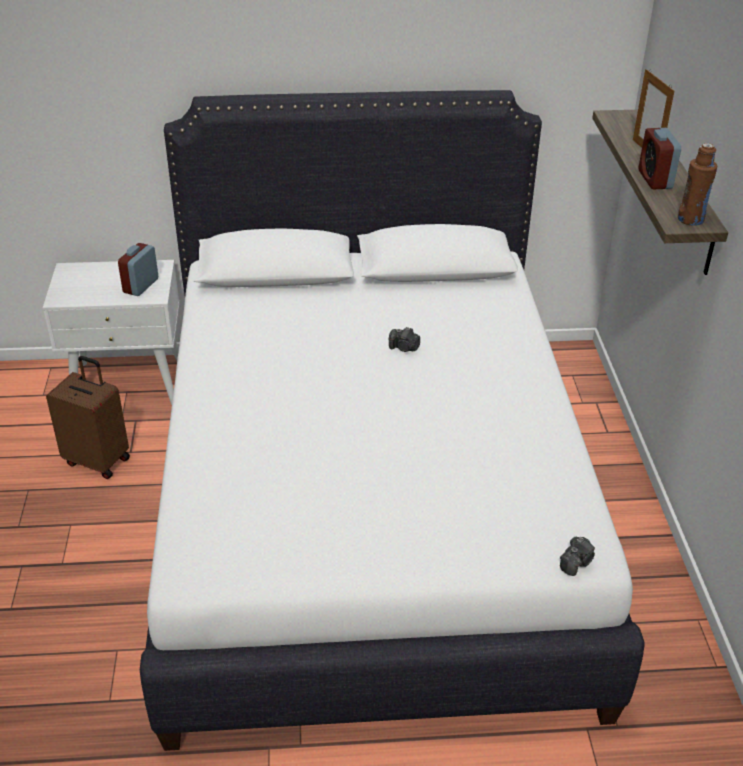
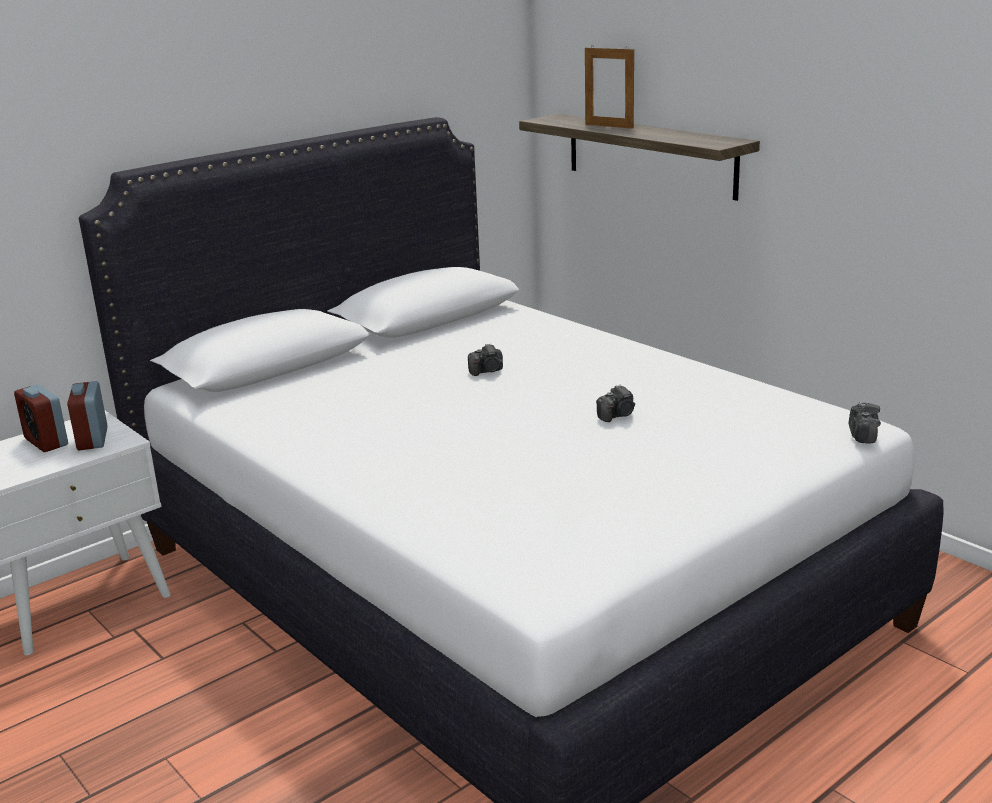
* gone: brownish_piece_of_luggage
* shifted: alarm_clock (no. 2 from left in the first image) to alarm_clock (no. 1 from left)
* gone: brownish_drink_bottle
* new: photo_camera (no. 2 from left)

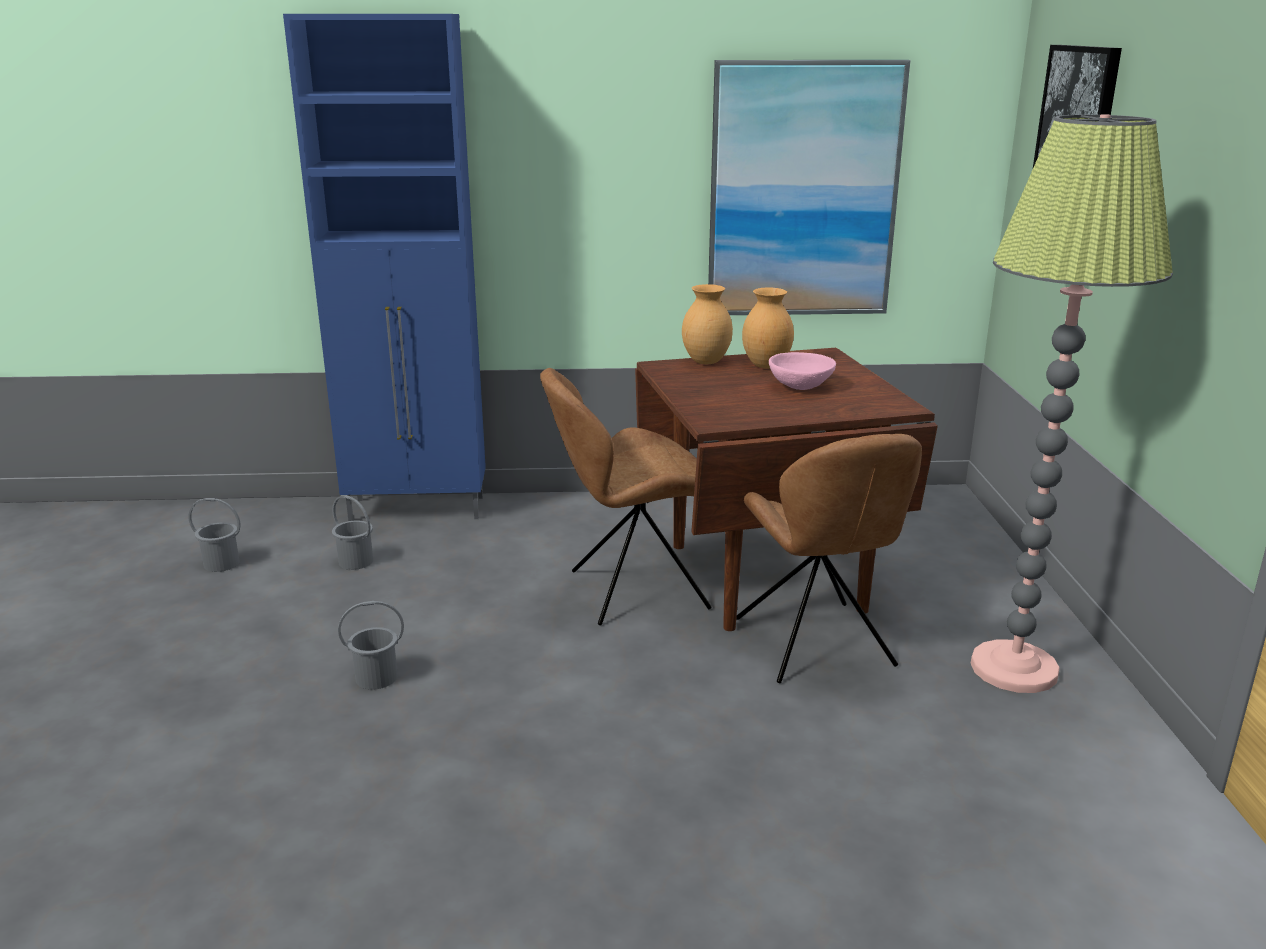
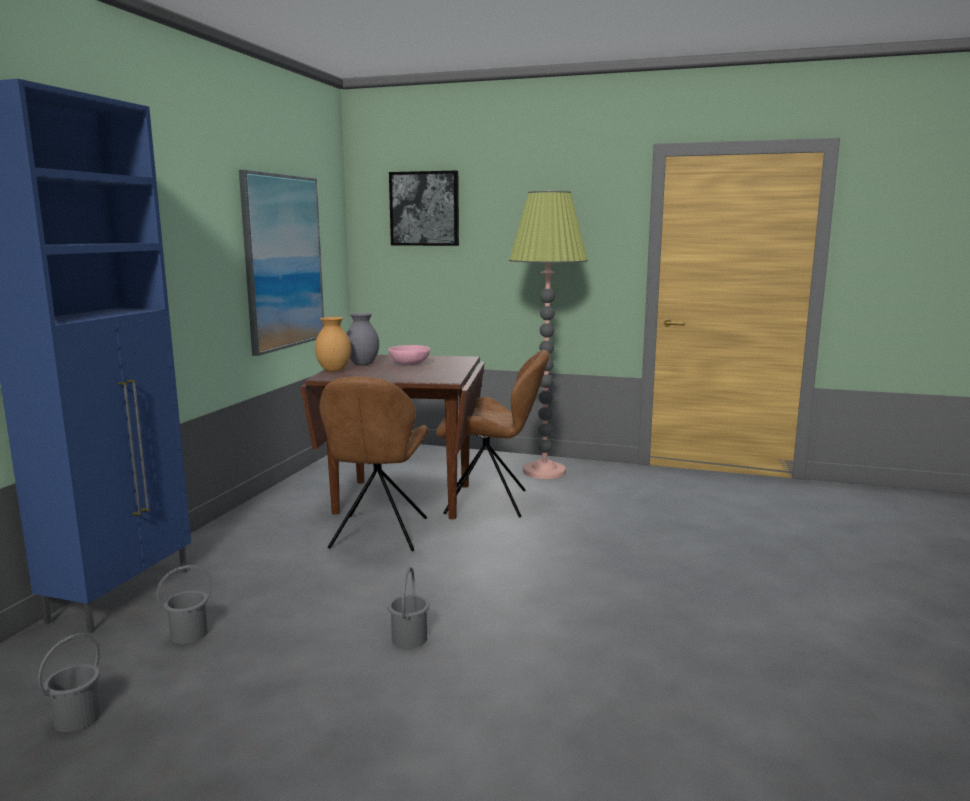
* repainted: brownish_flower_vase (no. 2 from left) to greyish_flower_vase

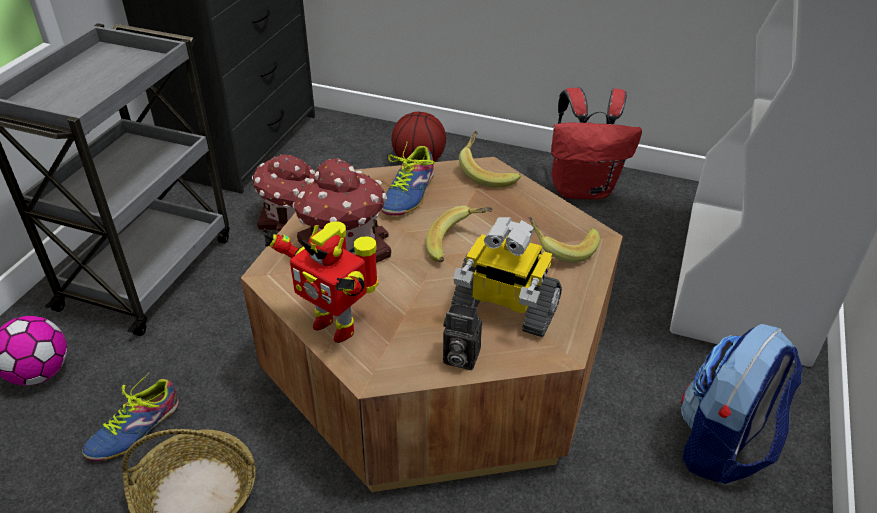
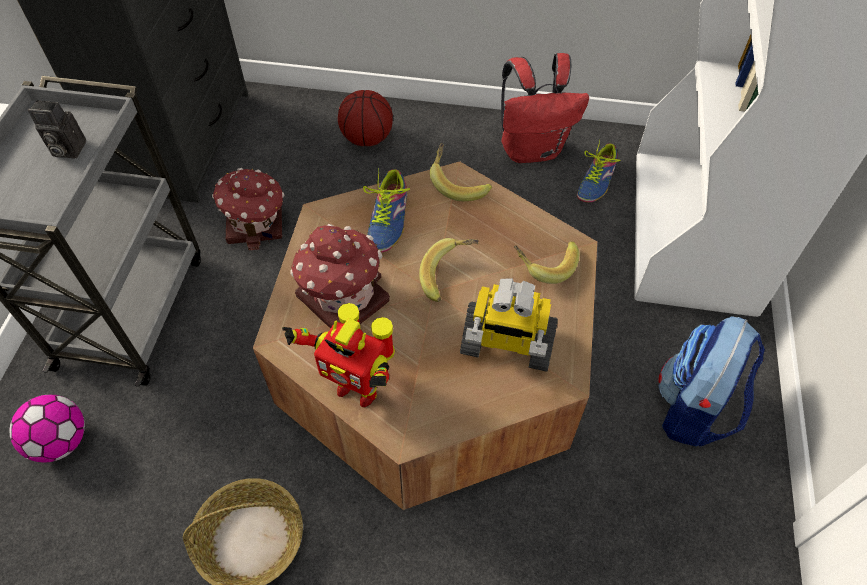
* shifted: low_shoe (no. 1 from left in the first image) to low_shoe (no. 2 from left)
* shifted: photo_camera

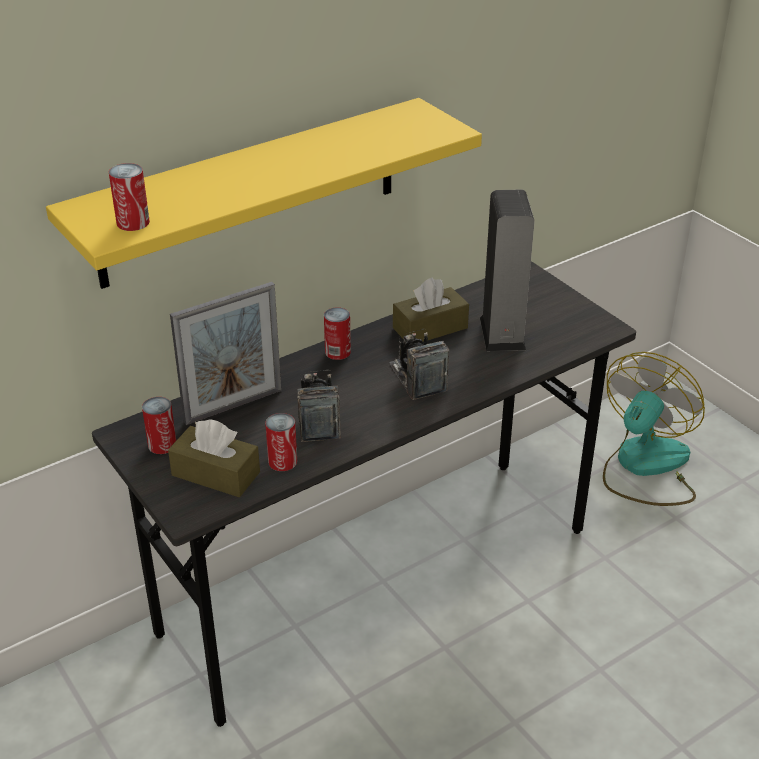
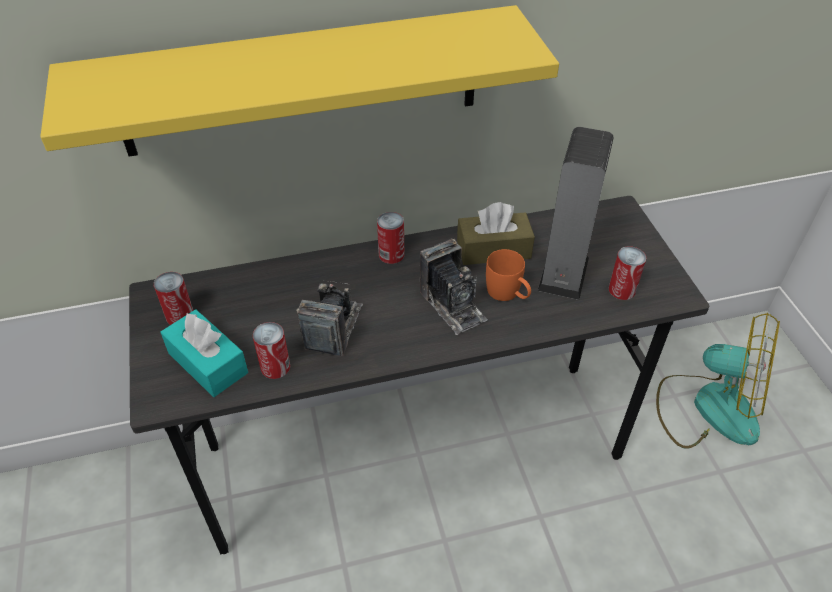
* shifted: can (no. 1 from left in the first image) to can (no. 4 from left)
* repainted: brownish_tissue_holder (no. 1 from left) to turquoise-coloured_tissue_holder
* gone: photo_frame
* rotated: photo_camera (no. 2 from left) 150 degrees clockwise
* rotated: electric_fan 60 degrees clockwise
* new: orange_tea_mug

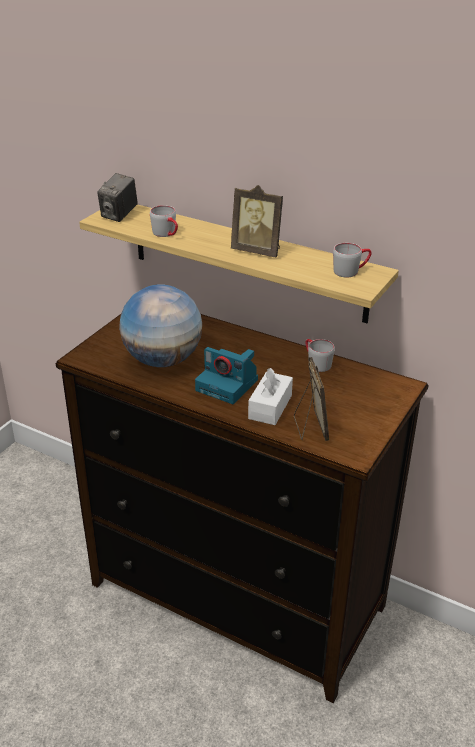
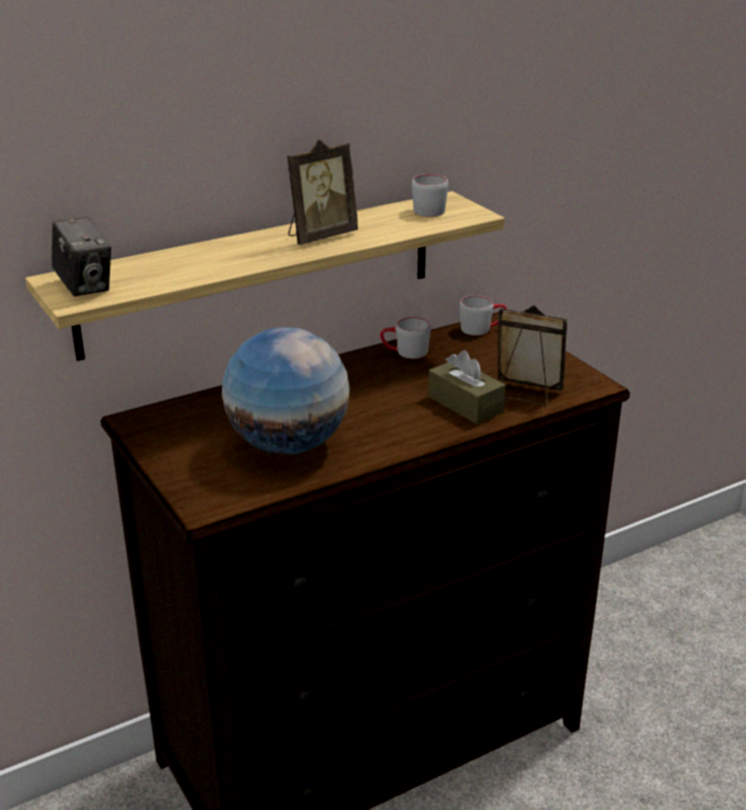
* shifted: greyish_tea_mug (no. 1 from left in the first image) to greyish_tea_mug (no. 3 from left)
* gone: photo_camera (no. 2 from left)
* repainted: white-coloured_tissue_holder to brownish_tissue_holder

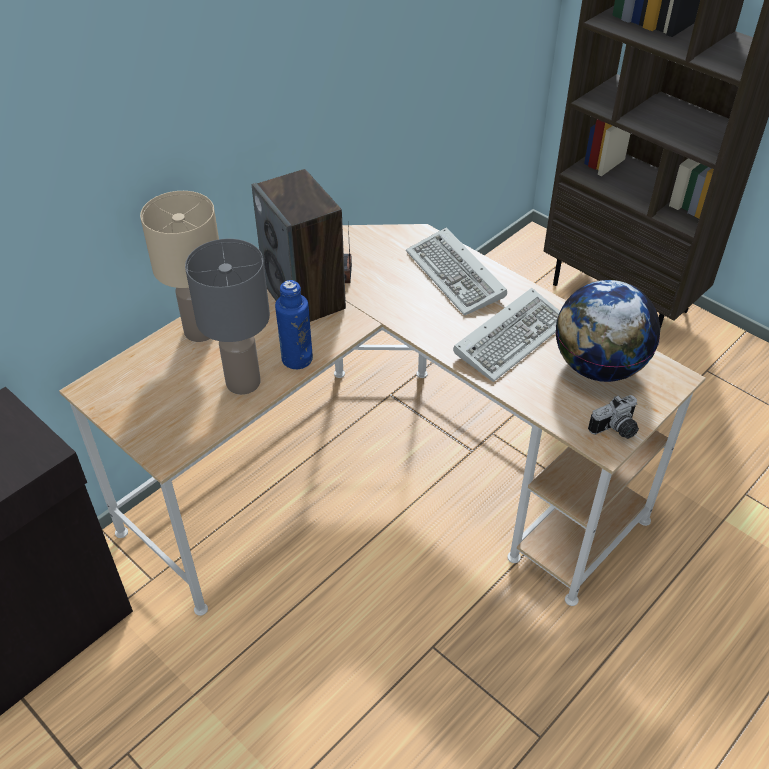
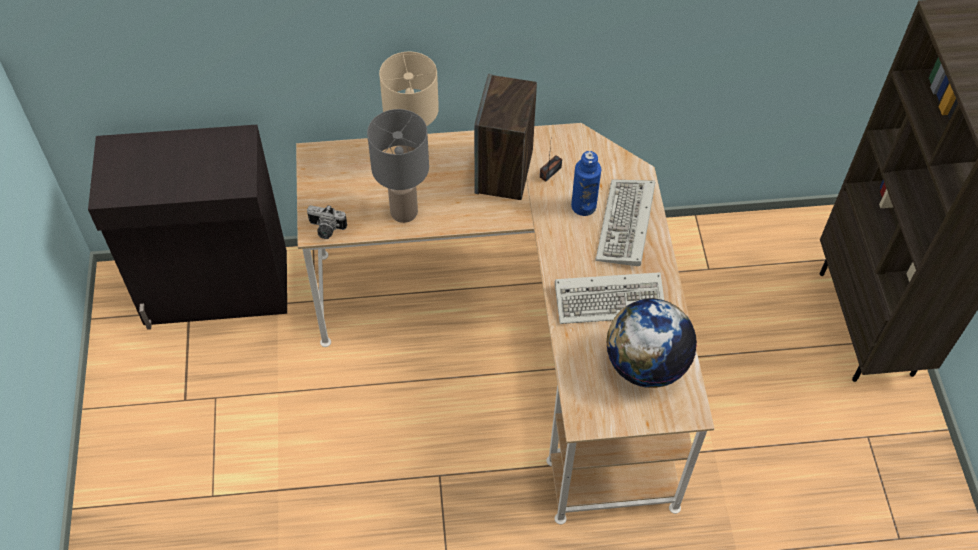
* shifted: bluish_drink_bottle
* shifted: photo_camera

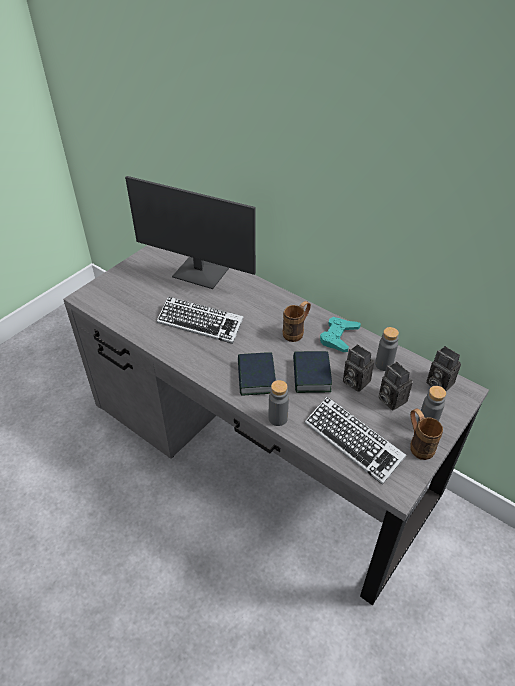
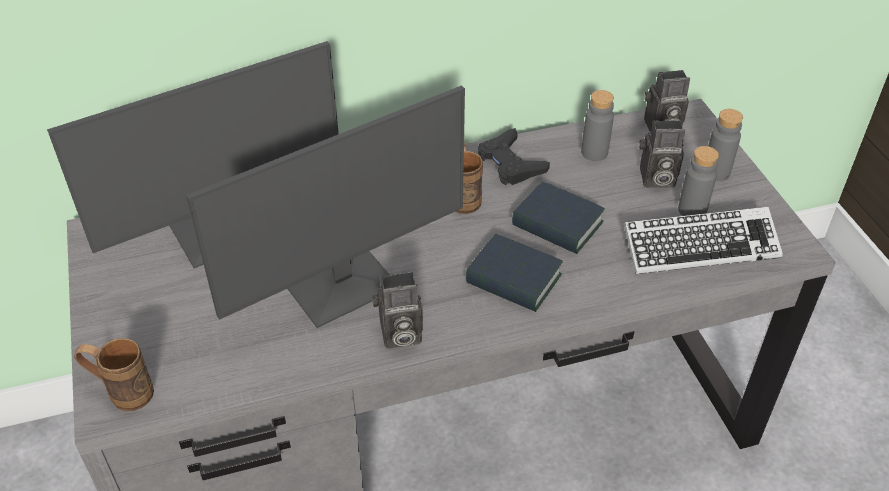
* swapped: keyboard (no. 1 from left) to computer_display (no. 2 from left)
* shifted: greyish_drink_bottle (no. 1 from left in the first image) to greyish_drink_bottle (no. 2 from left)
* repainted: turquoise-coloured_gamepad to black_gamepad
* shifted: photo_camera (no. 1 from left)
* shifted: brownish_tea_mug (no. 2 from left in the first image) to brownish_tea_mug (no. 1 from left)

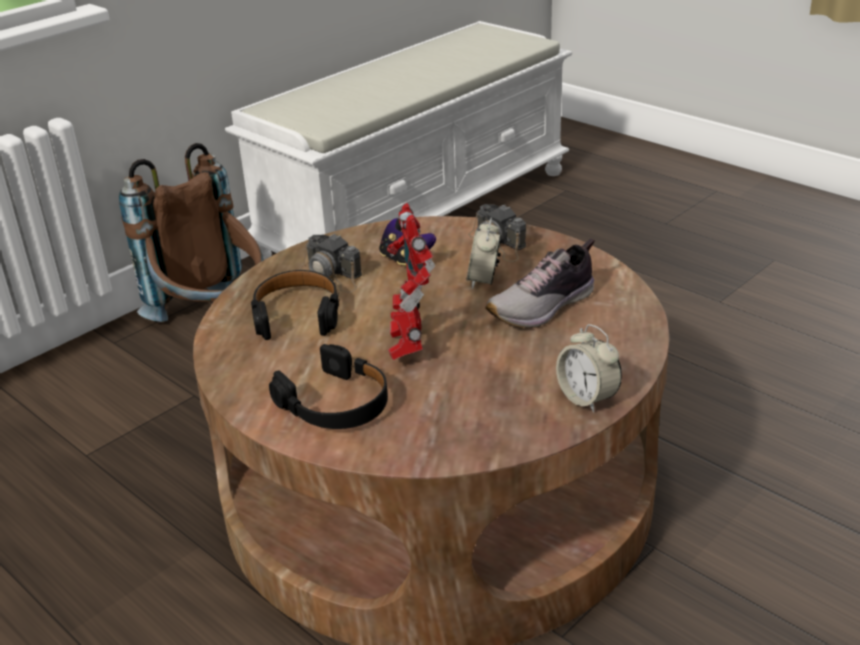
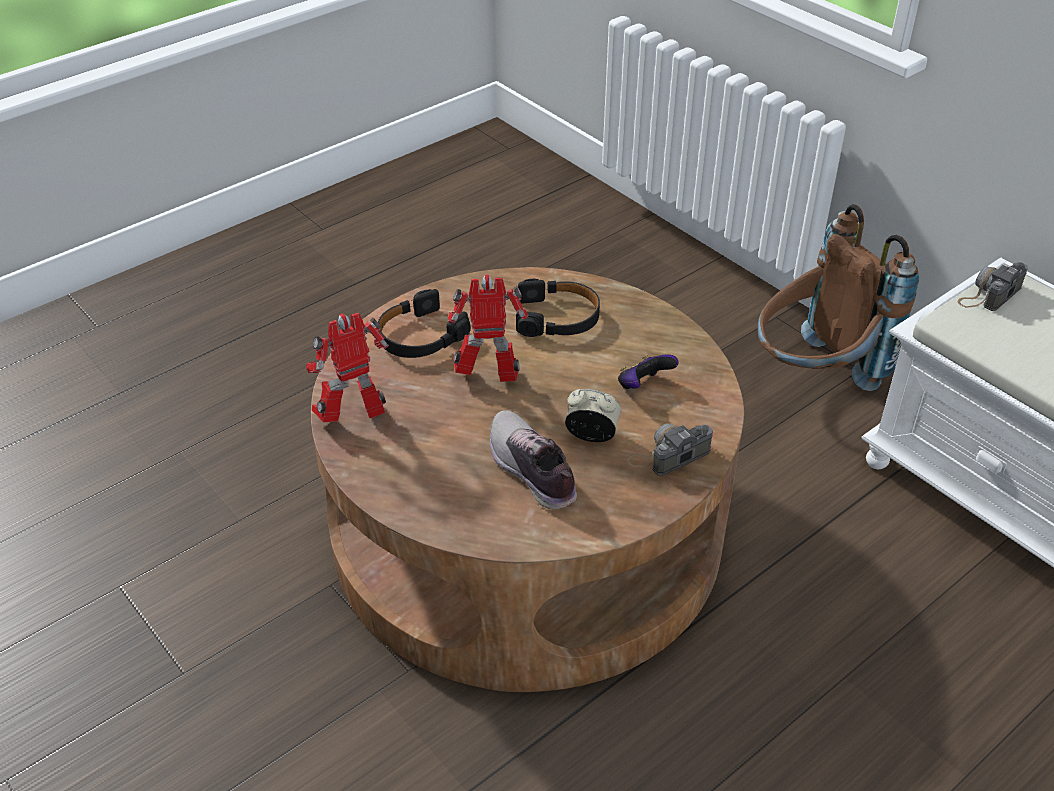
* shifted: photo_camera (no. 1 from left in the first image) to photo_camera (no. 2 from left)
* gone: alarm_clock (no. 2 from left)
* new: toy_robot (no. 1 from left)

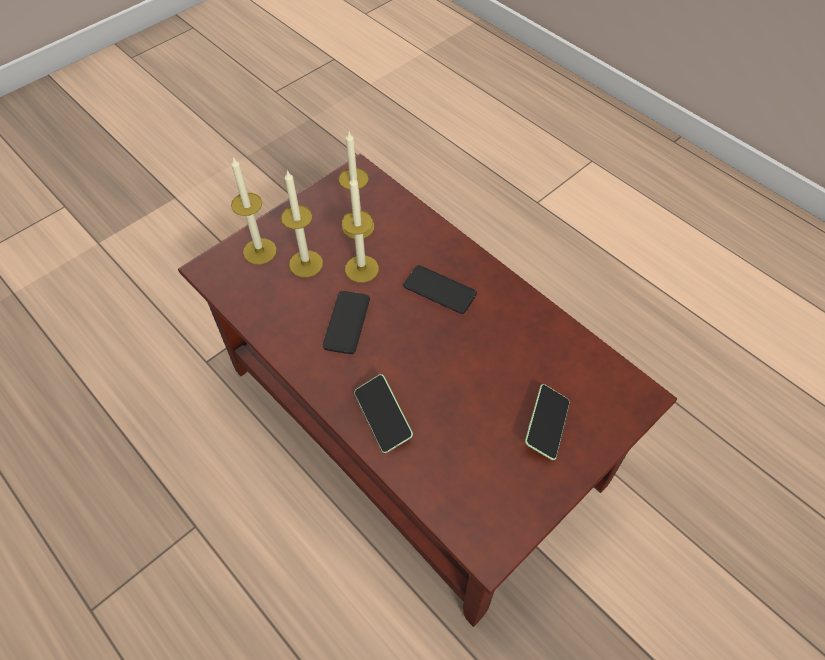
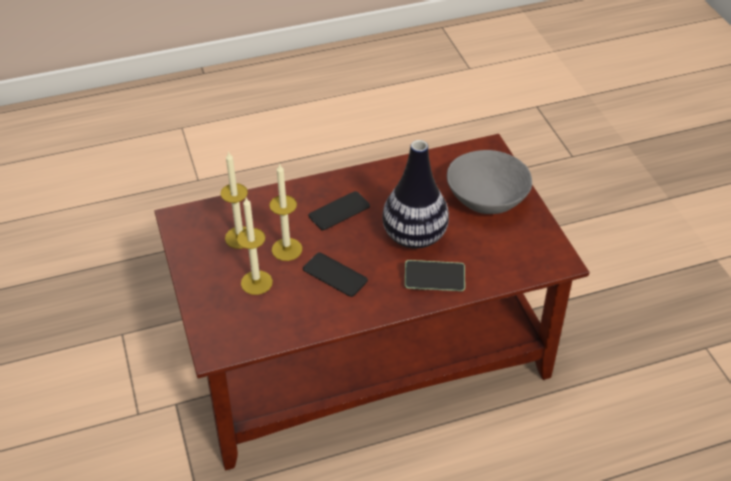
* gone: candle (no. 1 from left)
* swapped: telephone (no. 4 from left) to greyish_serving_bowl
* new: flower_vase

